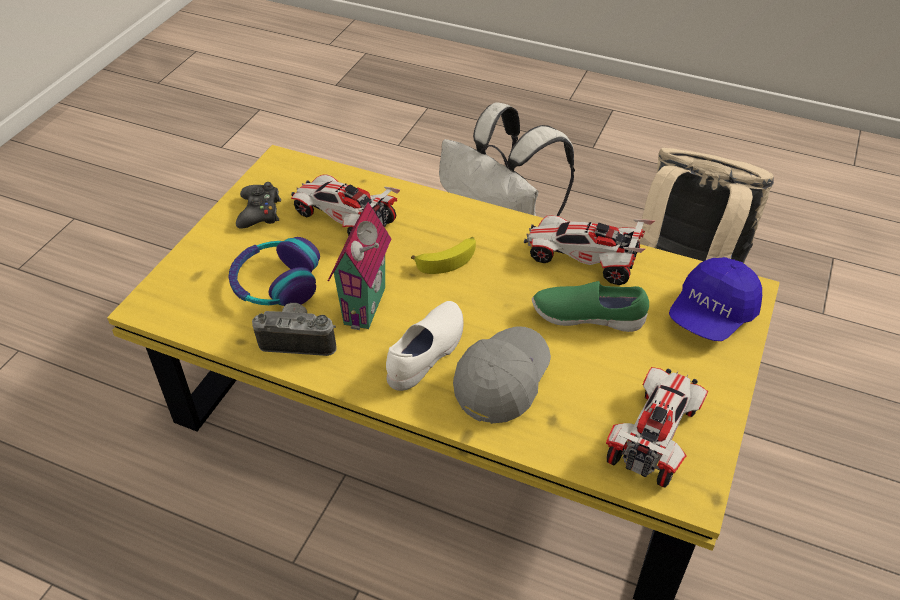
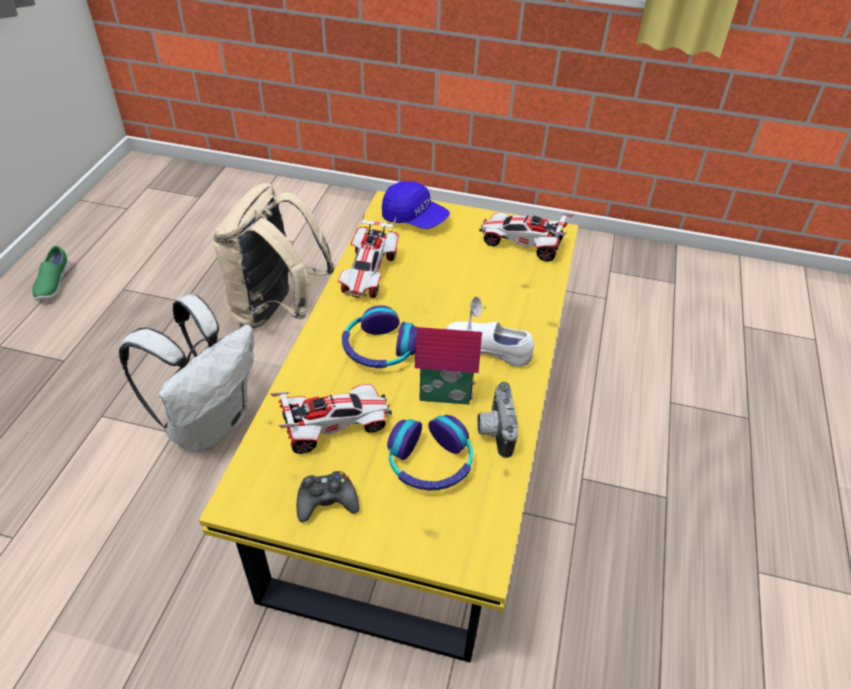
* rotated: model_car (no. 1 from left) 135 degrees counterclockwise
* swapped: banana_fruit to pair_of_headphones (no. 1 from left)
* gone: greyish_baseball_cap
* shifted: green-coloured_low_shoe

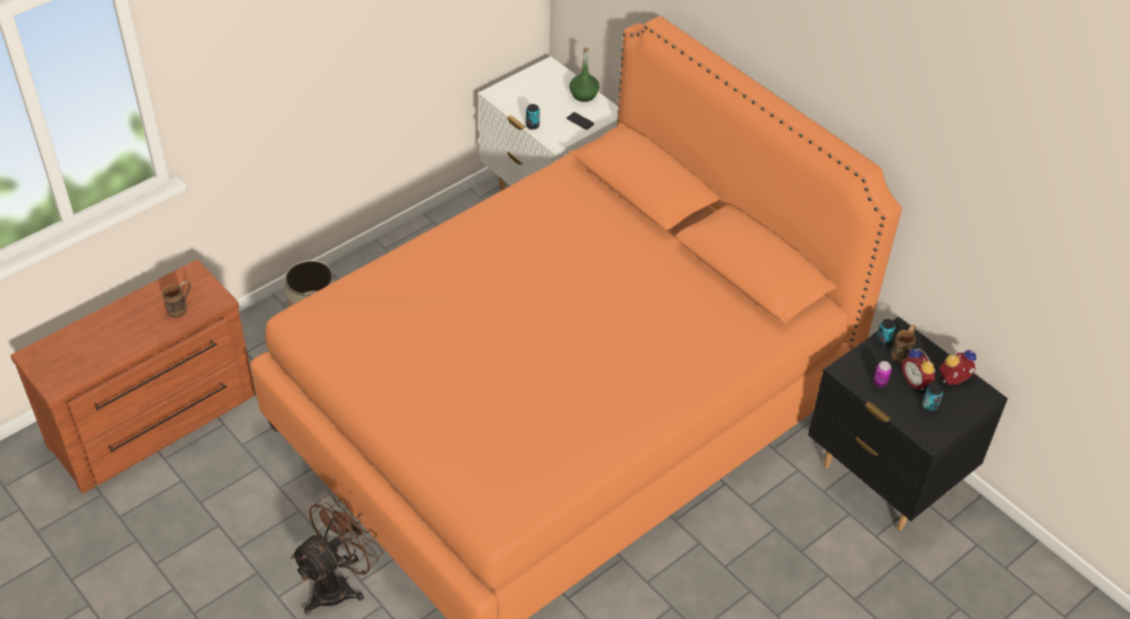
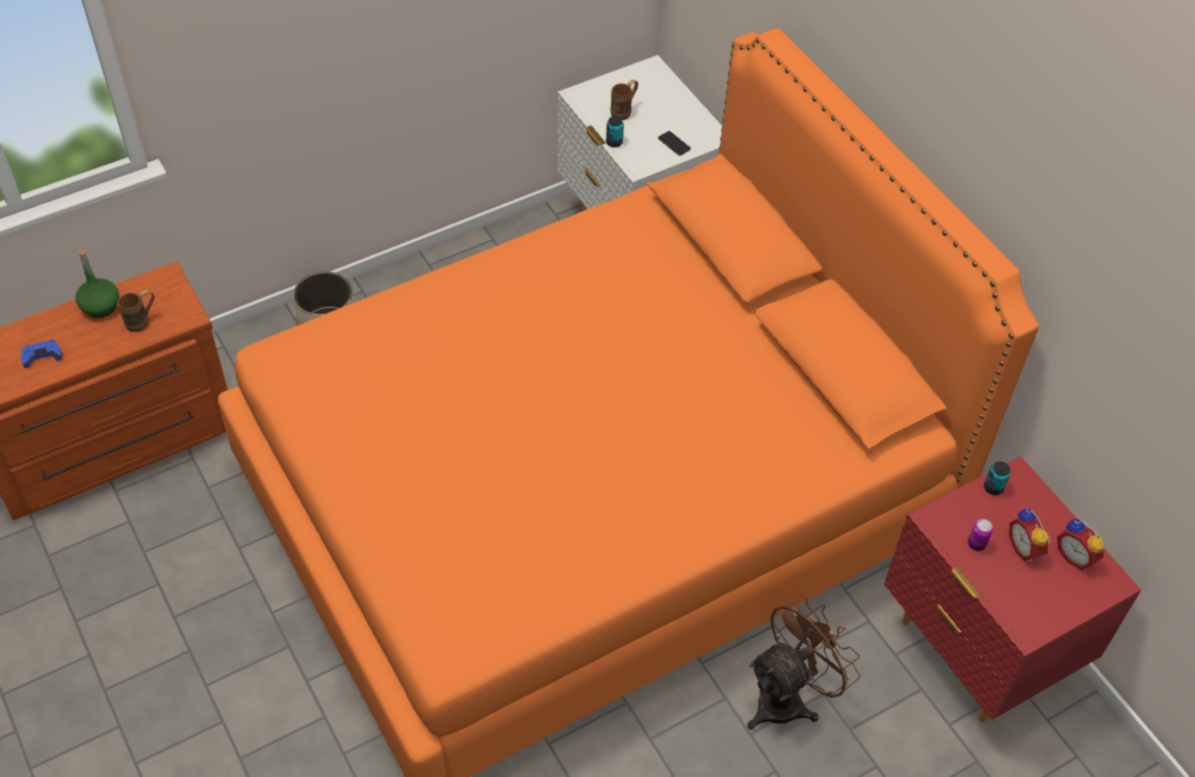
* shifted: brownish_electric_fan
* shifted: green-coloured_drink_bottle
* repainted: black_night_table to red-coloured_night_table
* shifted: brownish_tea_mug (no. 2 from left)
* gone: can (no. 4 from left)
* rotated: alarm_clock (no. 2 from left) 120 degrees counterclockwise
* new: bluish_gamepad

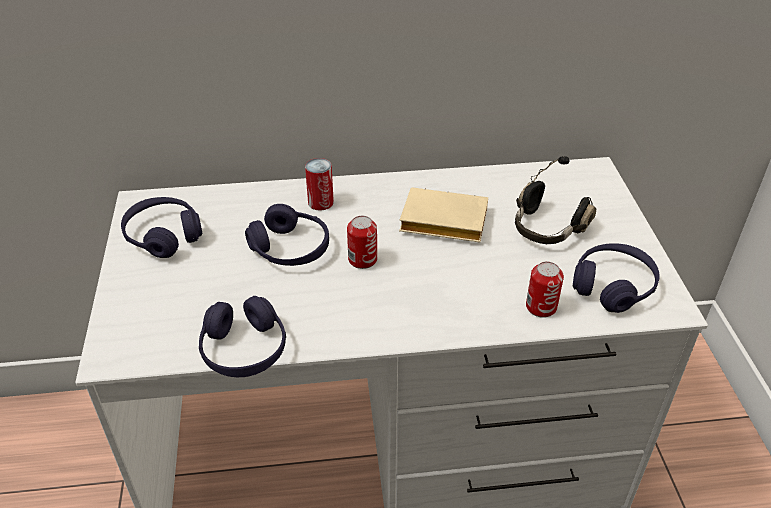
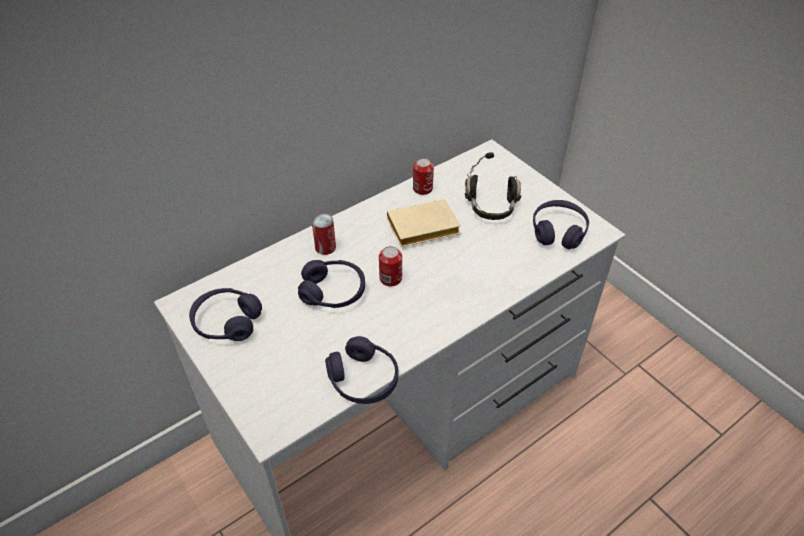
* shifted: can (no. 3 from left)

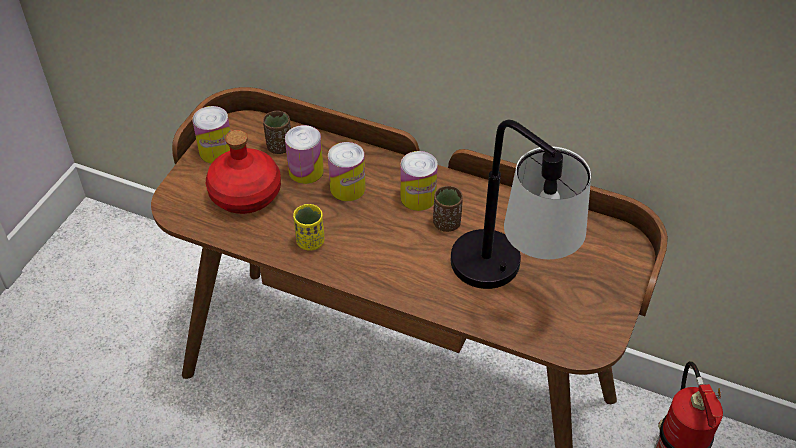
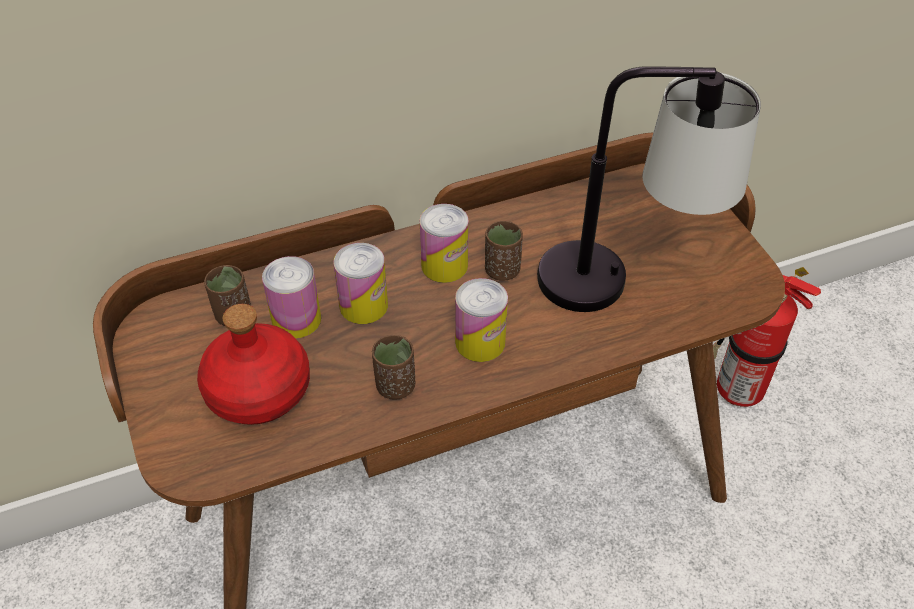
* shifted: can (no. 1 from left in the first image) to can (no. 4 from left)
* repainted: yellow_drinking_cup to brownish_drinking_cup (no. 2 from left)

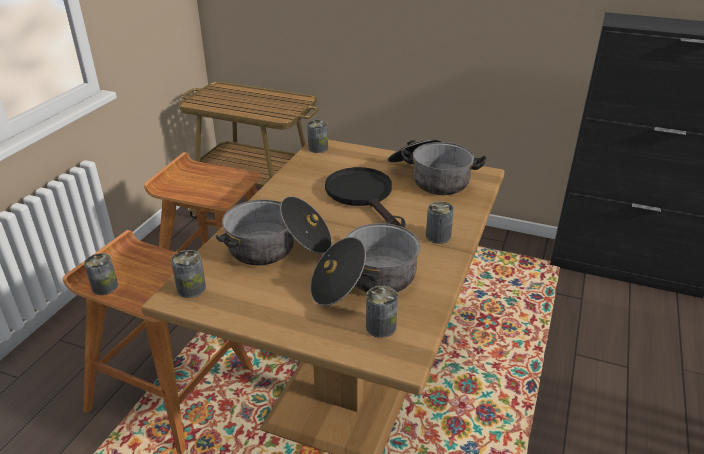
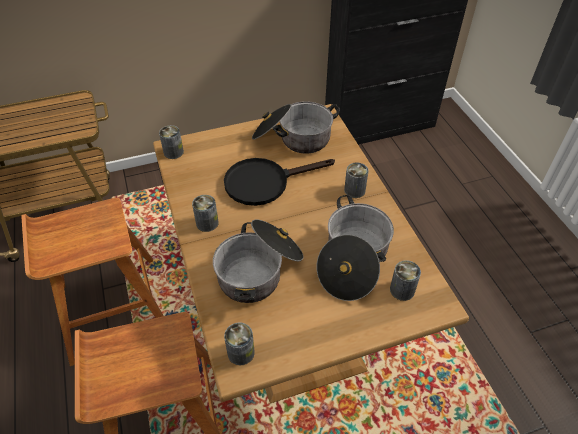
* shifted: can (no. 1 from left in the first image) to can (no. 2 from left)
* rotated: black_skillet 45 degrees counterclockwise

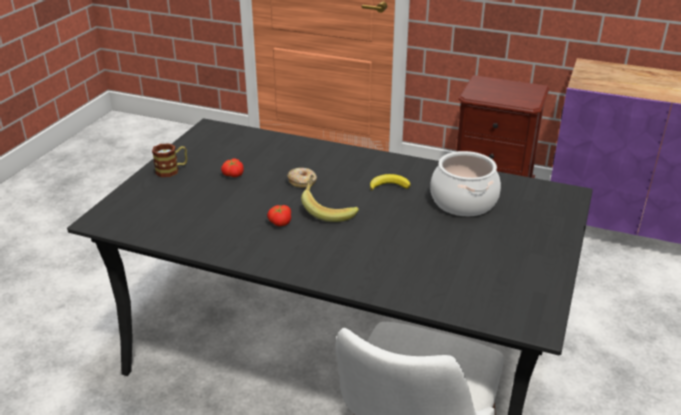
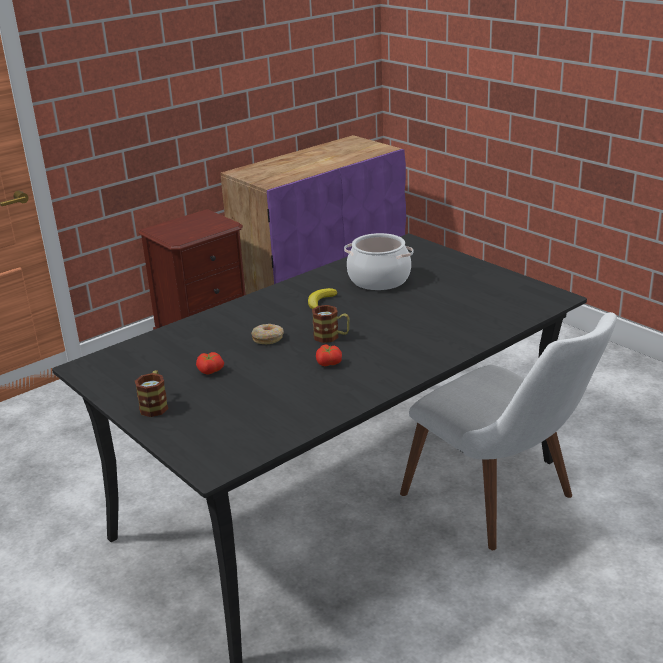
* swapped: banana_fruit (no. 1 from left) to tea_mug (no. 2 from left)

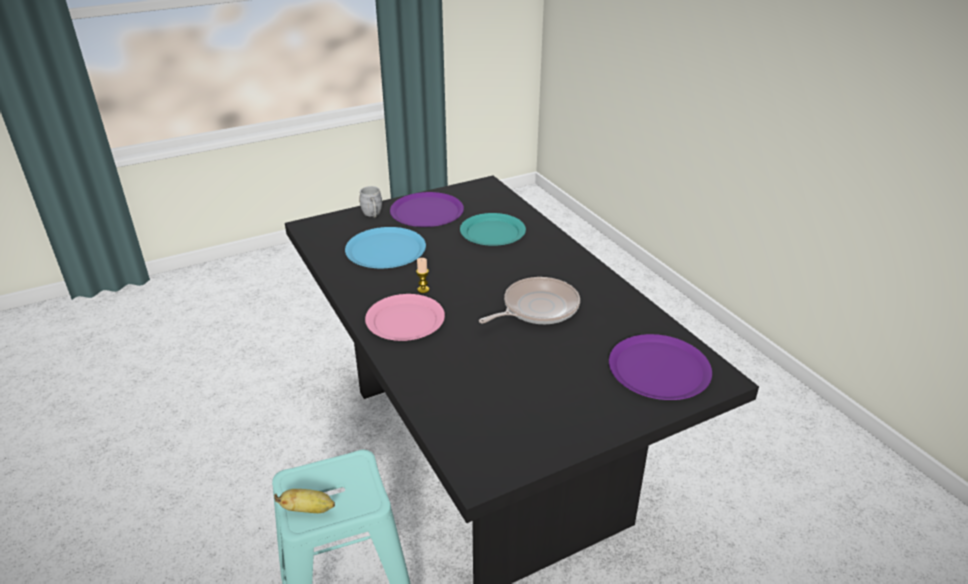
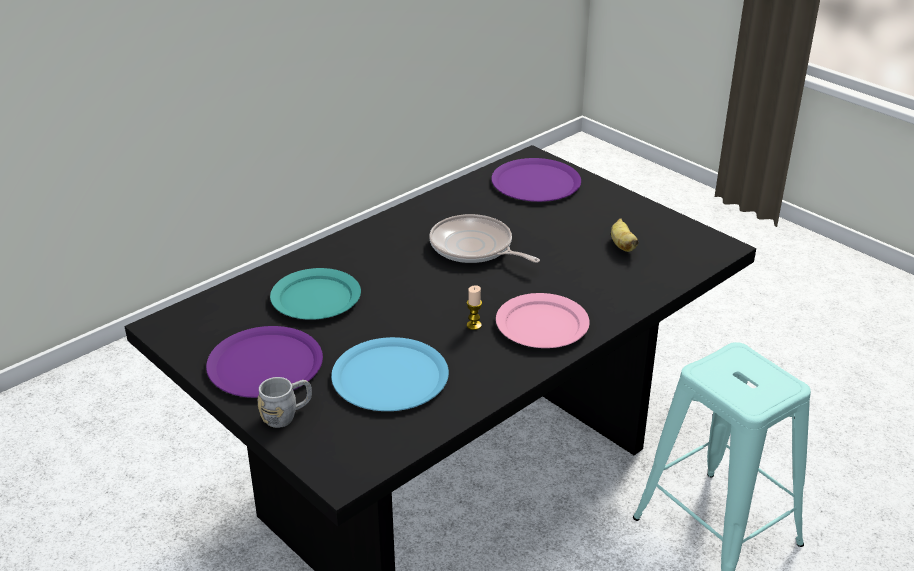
* shifted: banana_fruit

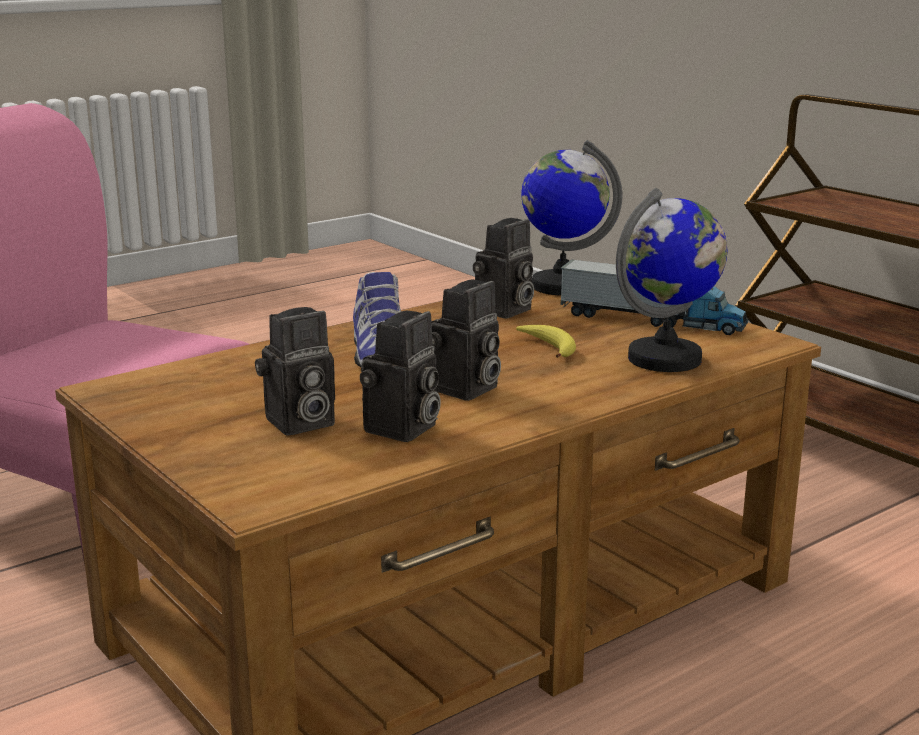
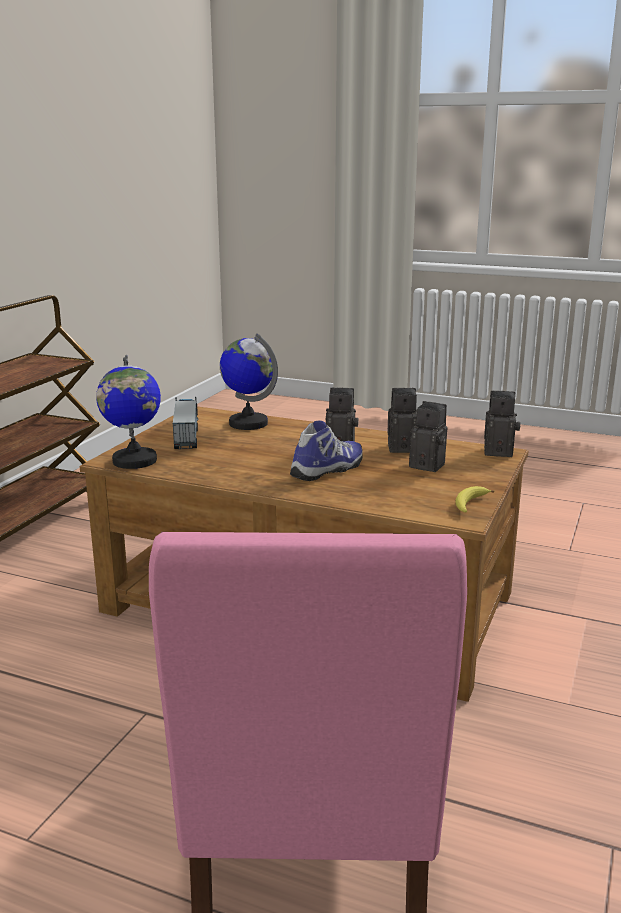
* shifted: photo_camera (no. 4 from left)
* shifted: banana_fruit

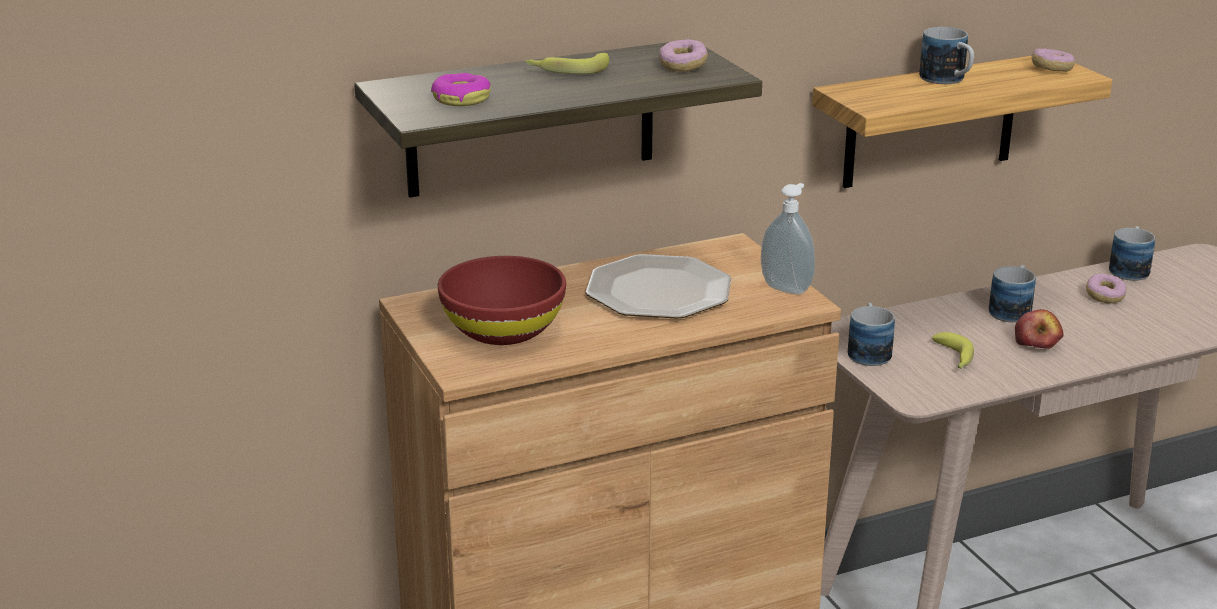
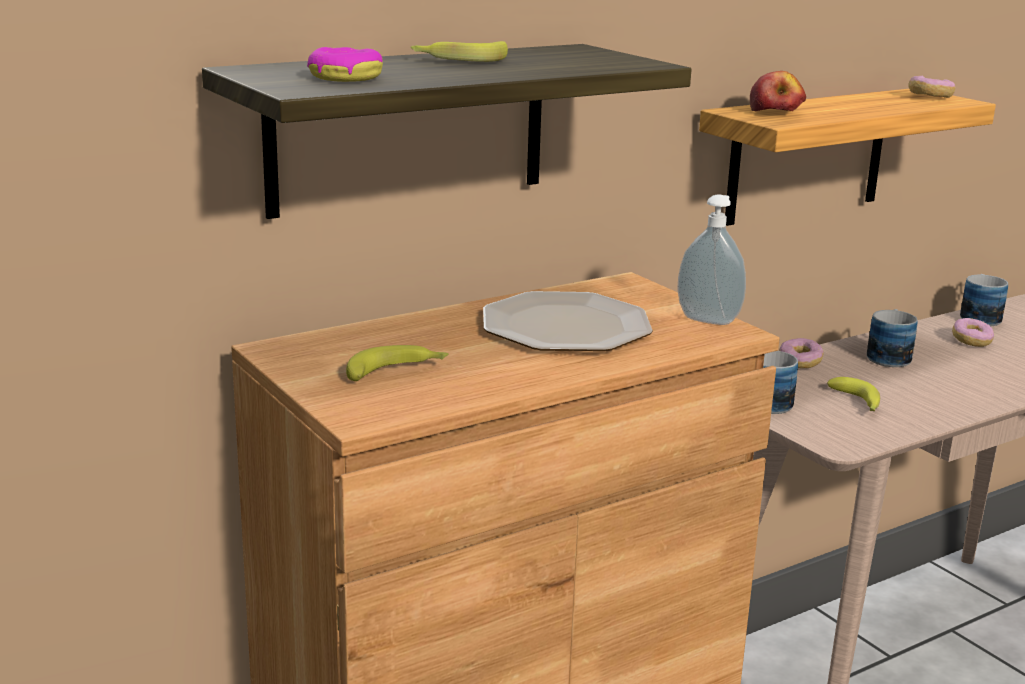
* swapped: red-coloured_serving_bowl to banana_fruit (no. 1 from left)
* shifted: ring_doughnut (no. 2 from left)
* gone: tea_mug (no. 2 from left)
* shifted: whole_apple

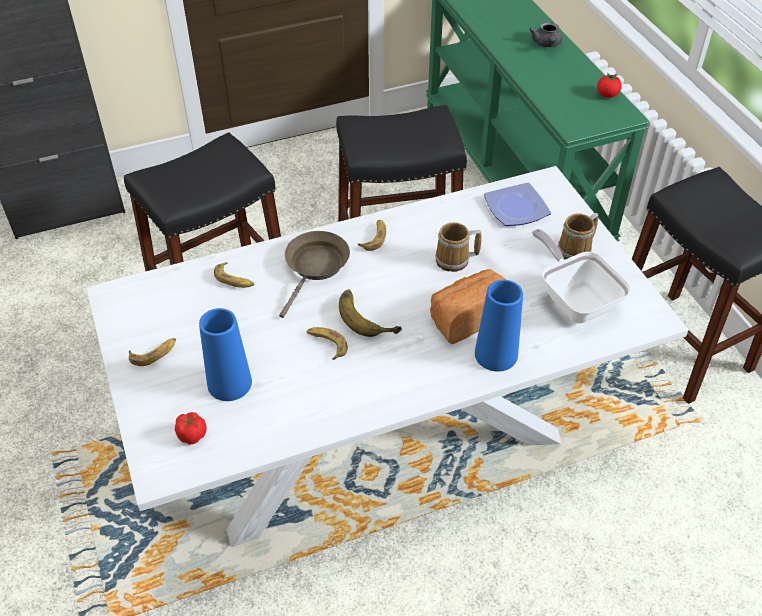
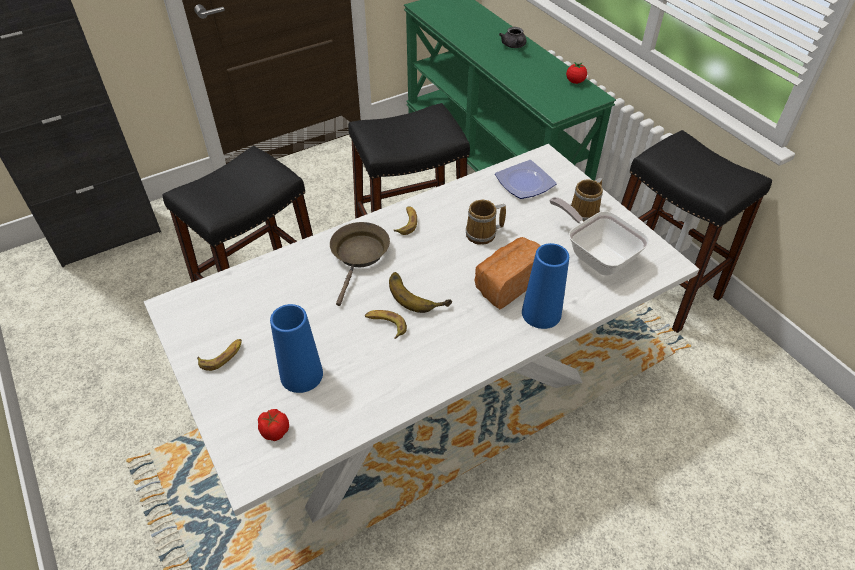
* gone: banana_fruit (no. 2 from left)

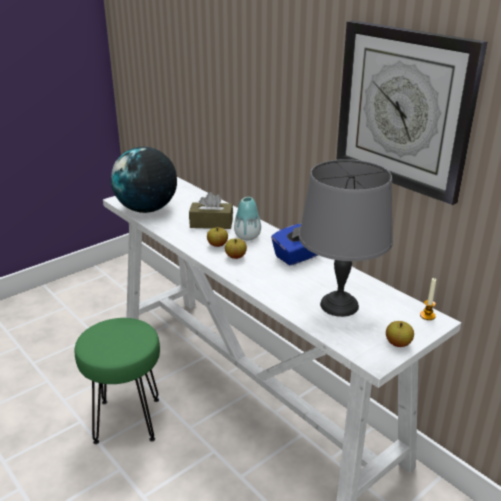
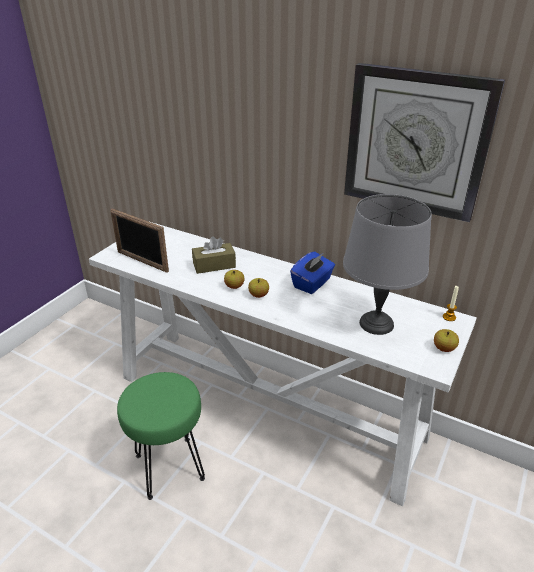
* swapped: world_globe to photo_frame
* gone: flower_vase

